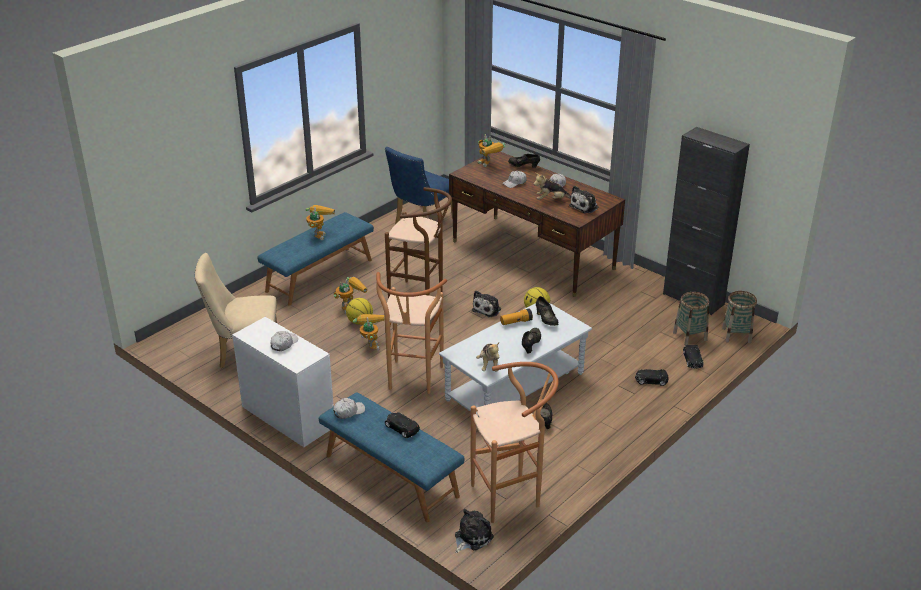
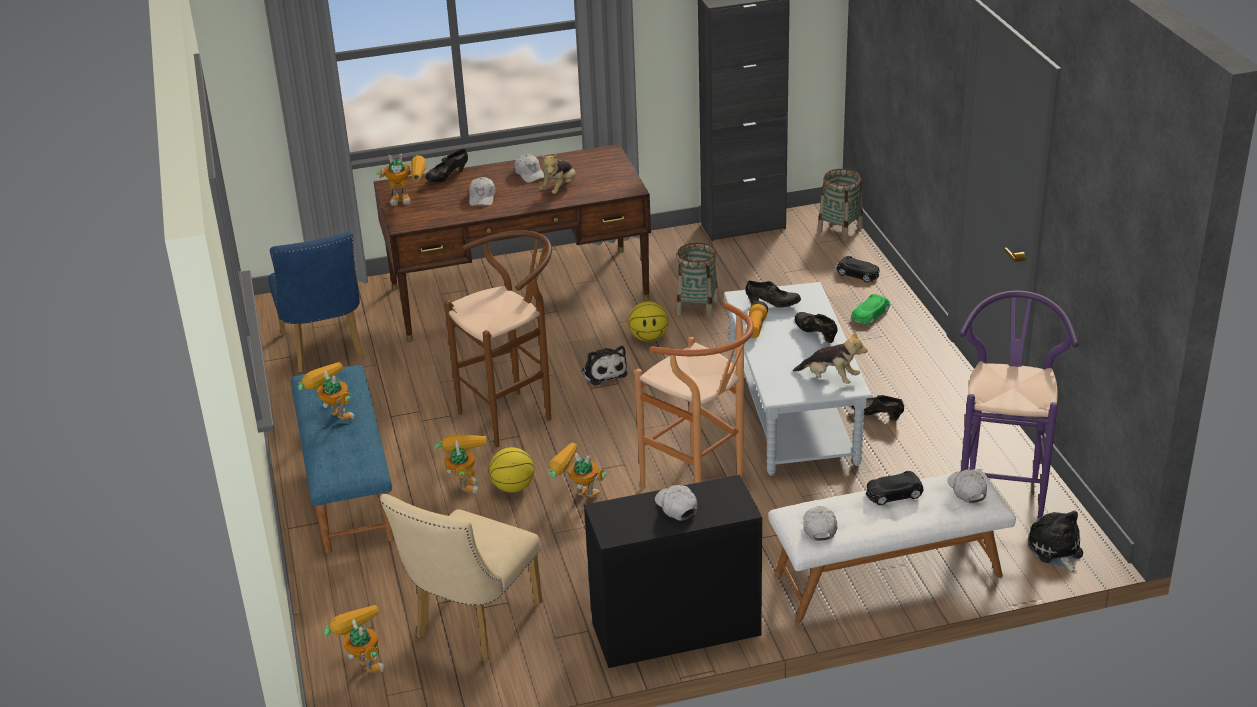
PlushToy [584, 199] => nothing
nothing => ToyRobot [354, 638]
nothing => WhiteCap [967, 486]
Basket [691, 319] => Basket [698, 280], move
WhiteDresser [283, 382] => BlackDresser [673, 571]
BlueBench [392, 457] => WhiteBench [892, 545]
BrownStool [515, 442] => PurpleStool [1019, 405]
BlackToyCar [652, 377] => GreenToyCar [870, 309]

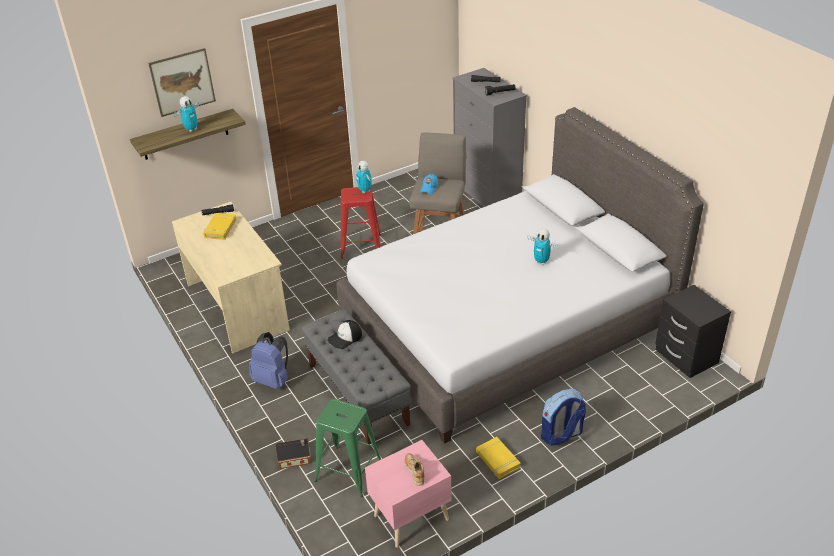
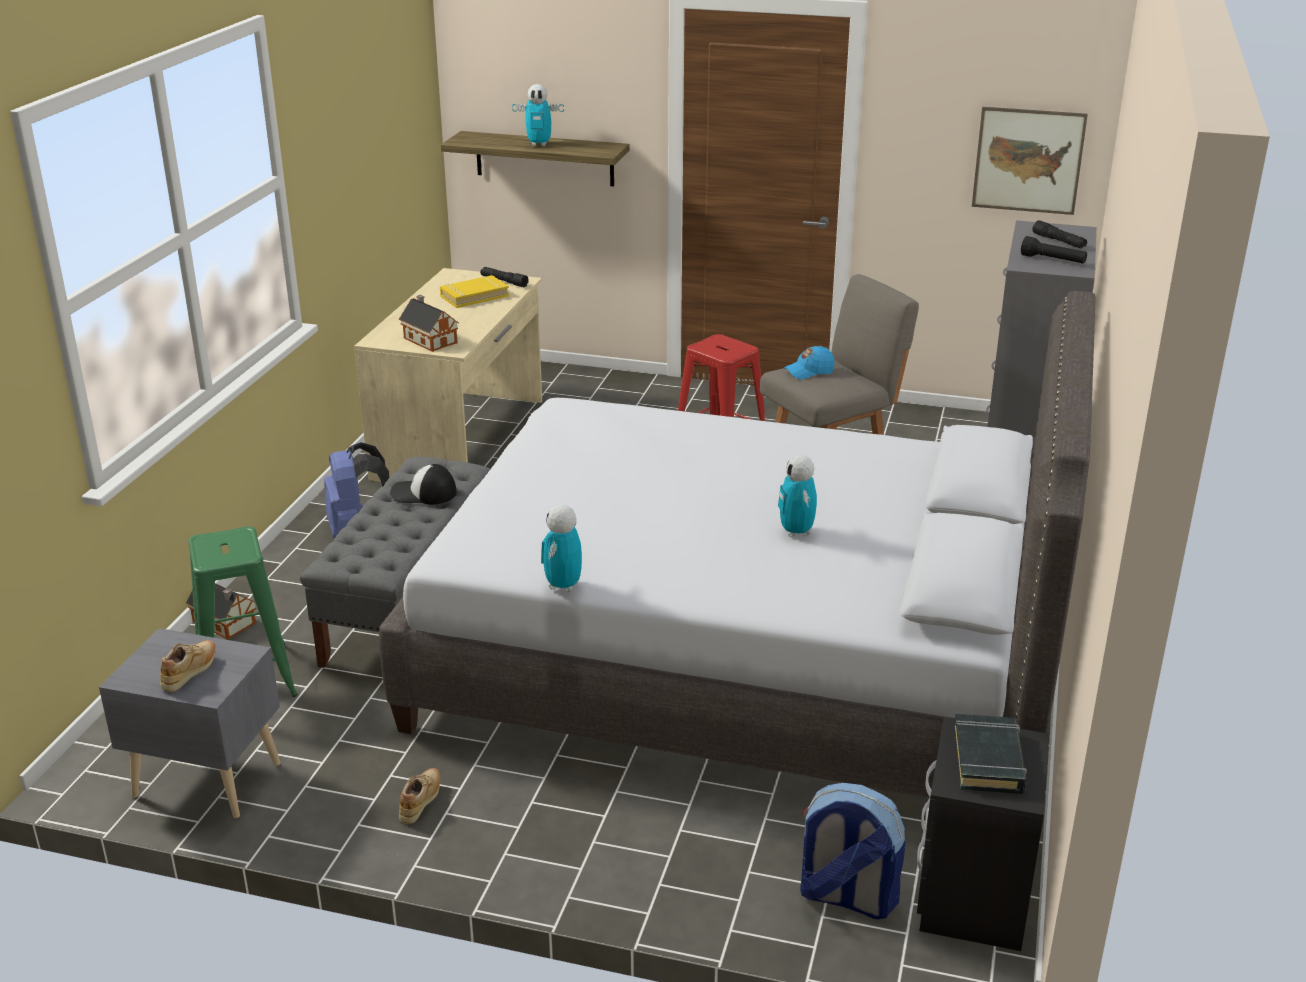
nothing => ToyHouse [428, 323]
nothing => BlackBook [990, 754]
Picture [182, 82] => Picture [1030, 161], move
ToyRobot [364, 177] => ToyRobot [561, 548], move
Backpack [563, 417] => Backpack [852, 851], move
YellowBook [498, 458] => BeigeShoe [419, 796]
PinkNightstand [408, 494] => GreyNightstand [190, 723]

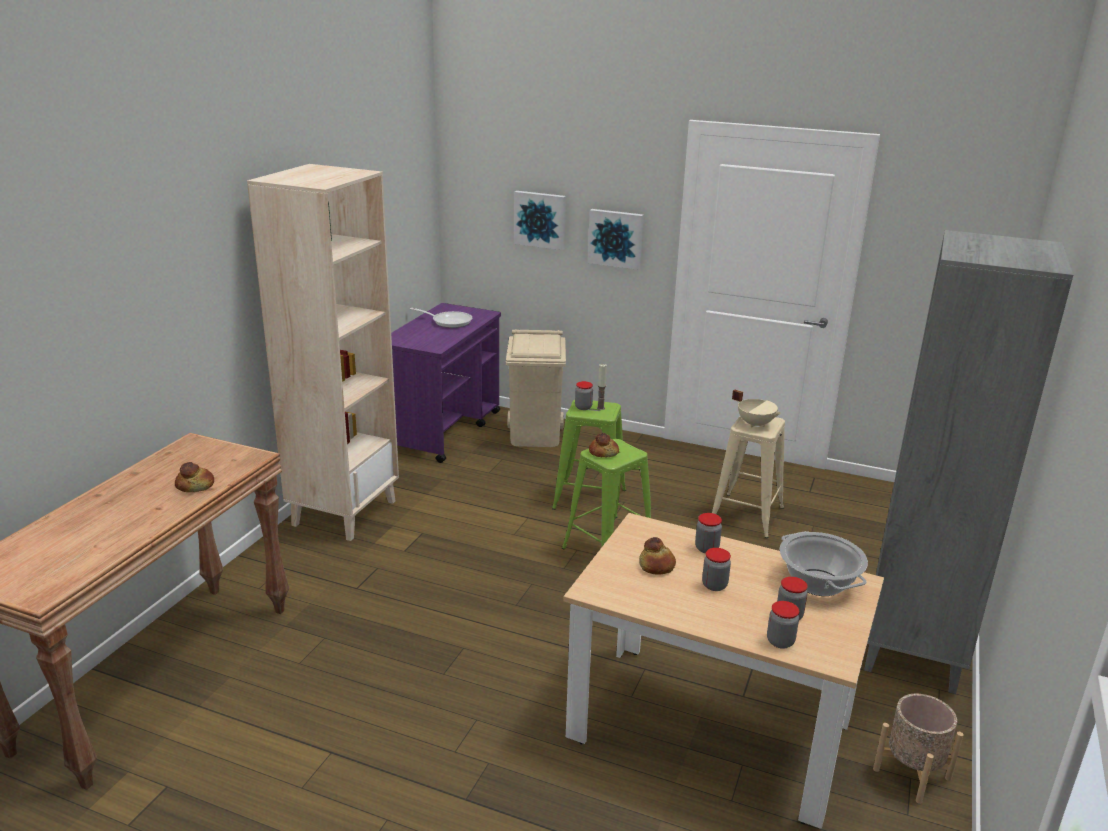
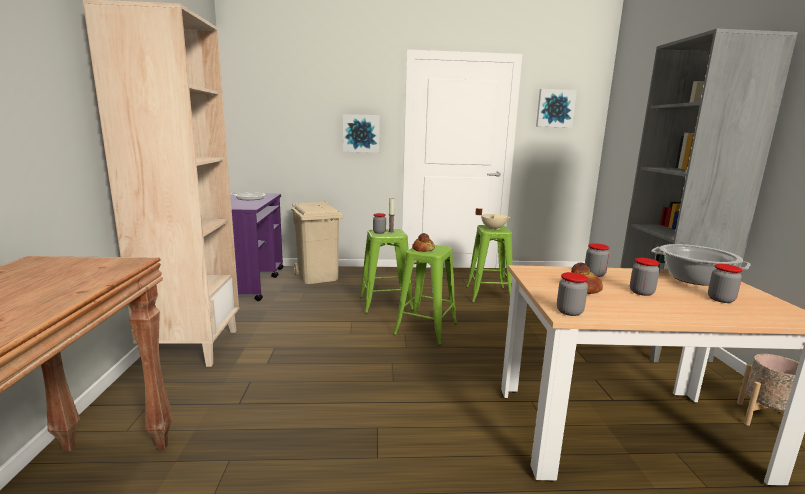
Bread [194, 477] => nothing
Picture [540, 220] => Picture [556, 108], move
Jar [783, 625] => Jar [572, 294], move
BeigeStool [748, 477] => GreenStool [489, 264]

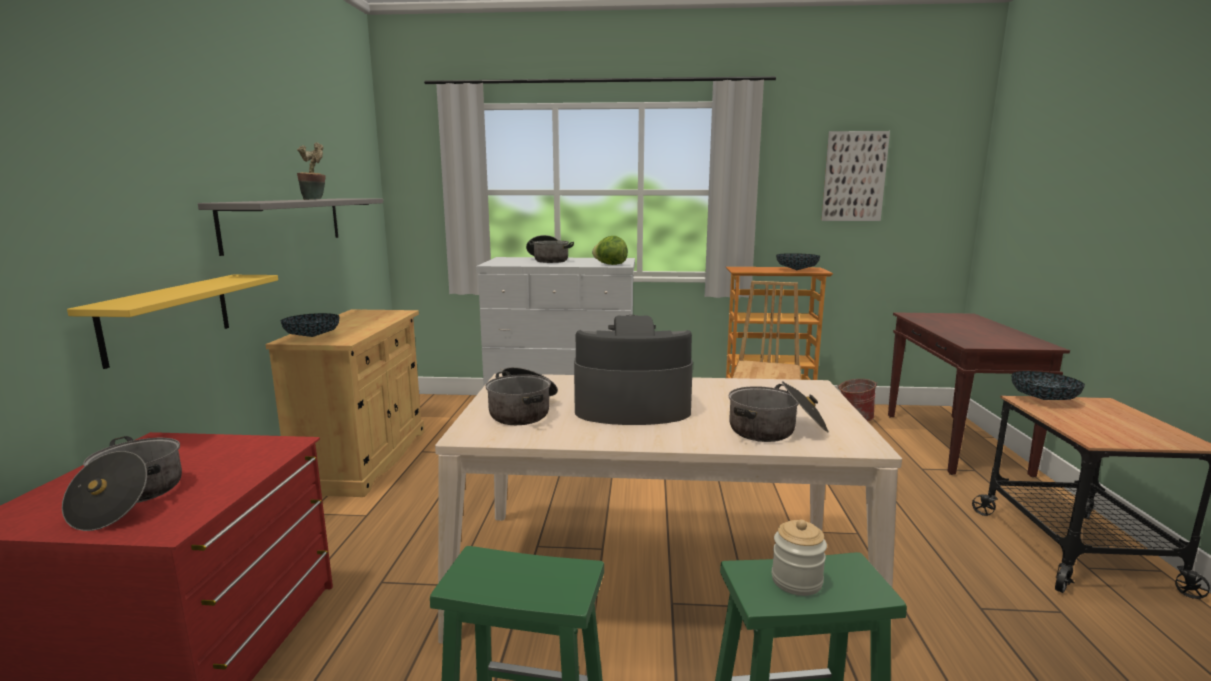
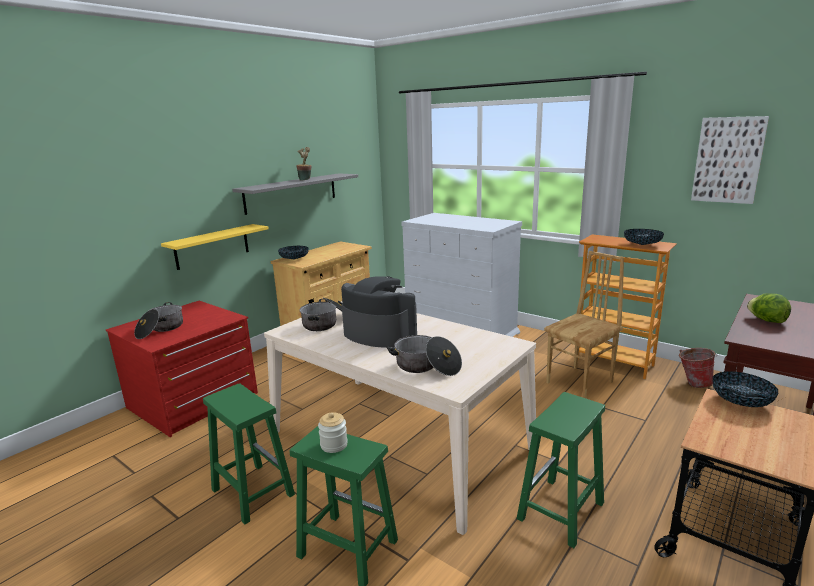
CookingPot [550, 249] => nothing
nothing => GreenStool [561, 470]
Lettuce [610, 250] => Lettuce [769, 308], move

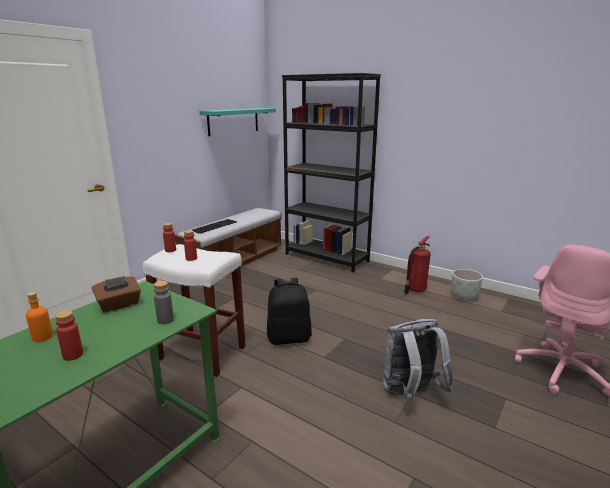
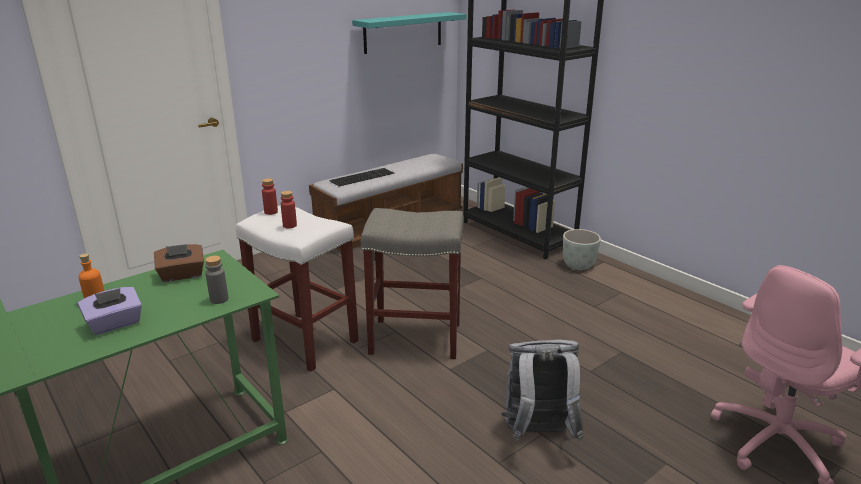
FireExtinguisher [417, 265] => nothing
GreyPlanter [467, 285] => GreyPlanter [582, 249], move
RedBottle [69, 335] => PurpleTissueBox [110, 311]
BlackBackpack [289, 311] => GreyStool [412, 283]

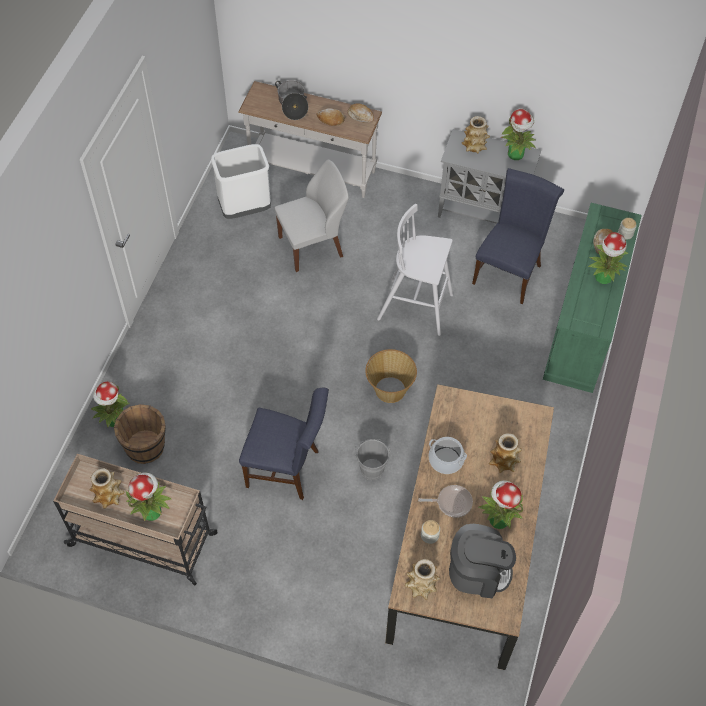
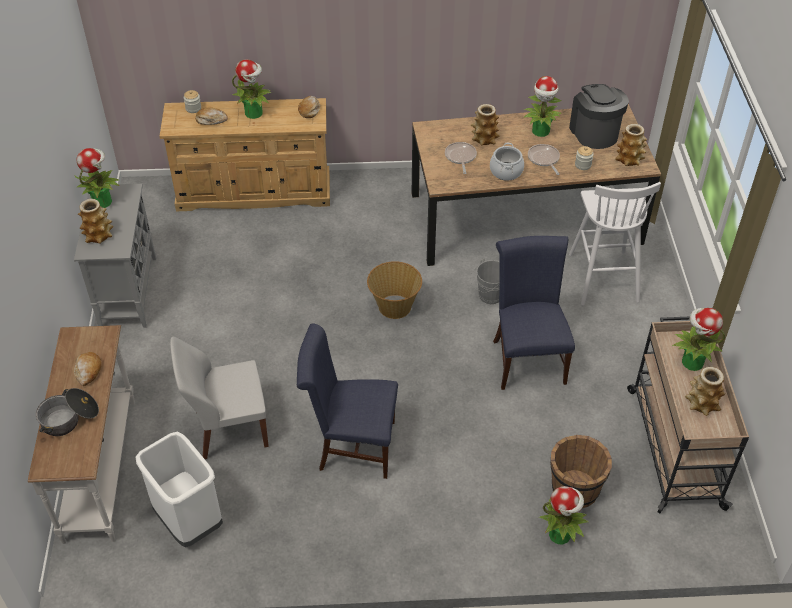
nothing => FryingPan [461, 158]
Bread [361, 113] => Bread [309, 107], move
WhiteStool [415, 270] => WhiteStool [615, 243], move
BlueChair [518, 236] => BlueChair [347, 401], move
GreenDresser [592, 298] => BeigeDresser [244, 154]
WhiteChair [312, 216] => WhiteChair [219, 398], 60 degrees counterclockwise

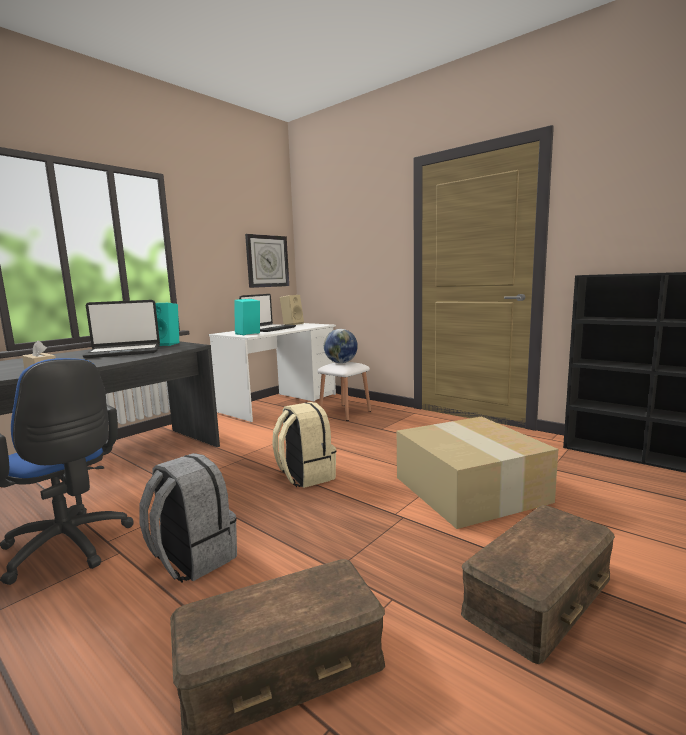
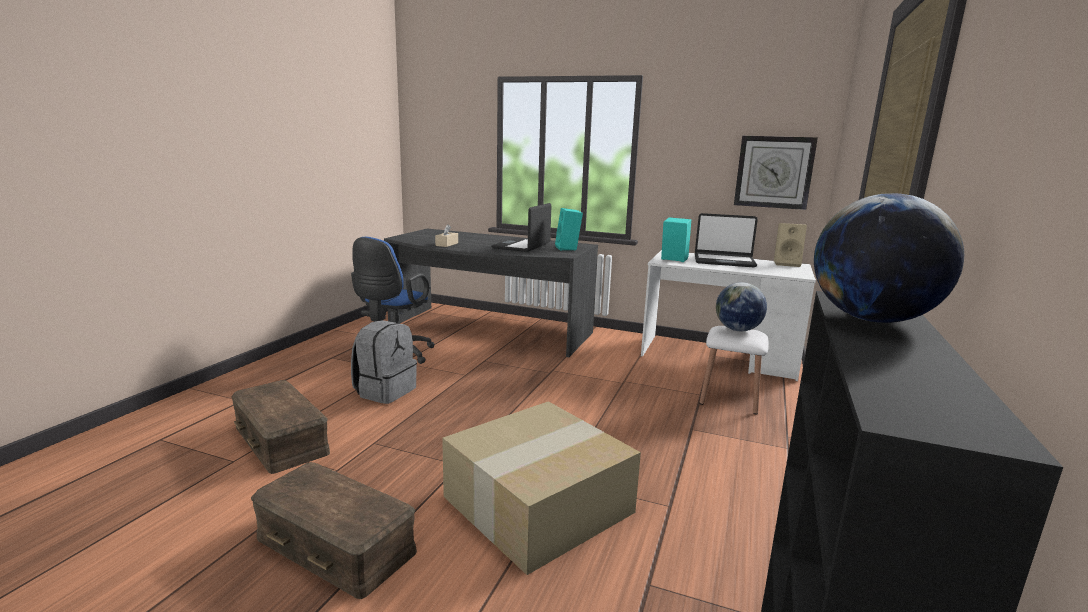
BeigeBackpack [304, 445] => nothing
nothing => Globe [889, 258]
Laptop [121, 329] => Laptop [521, 227], 60 degrees clockwise

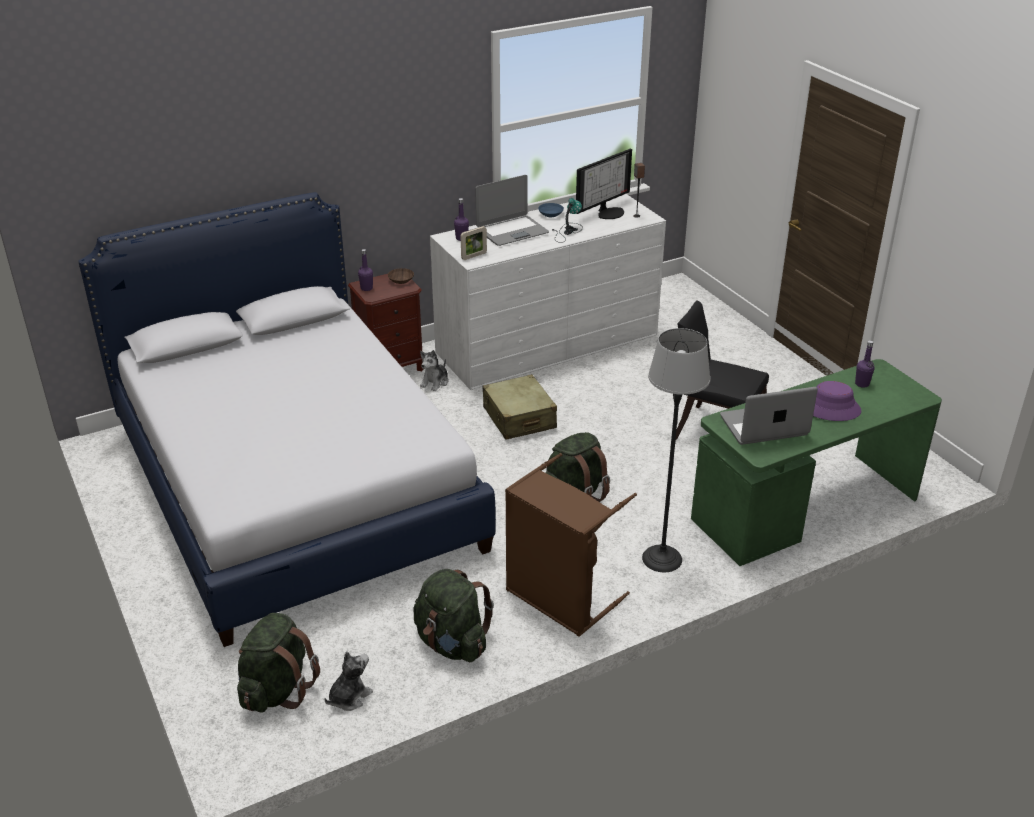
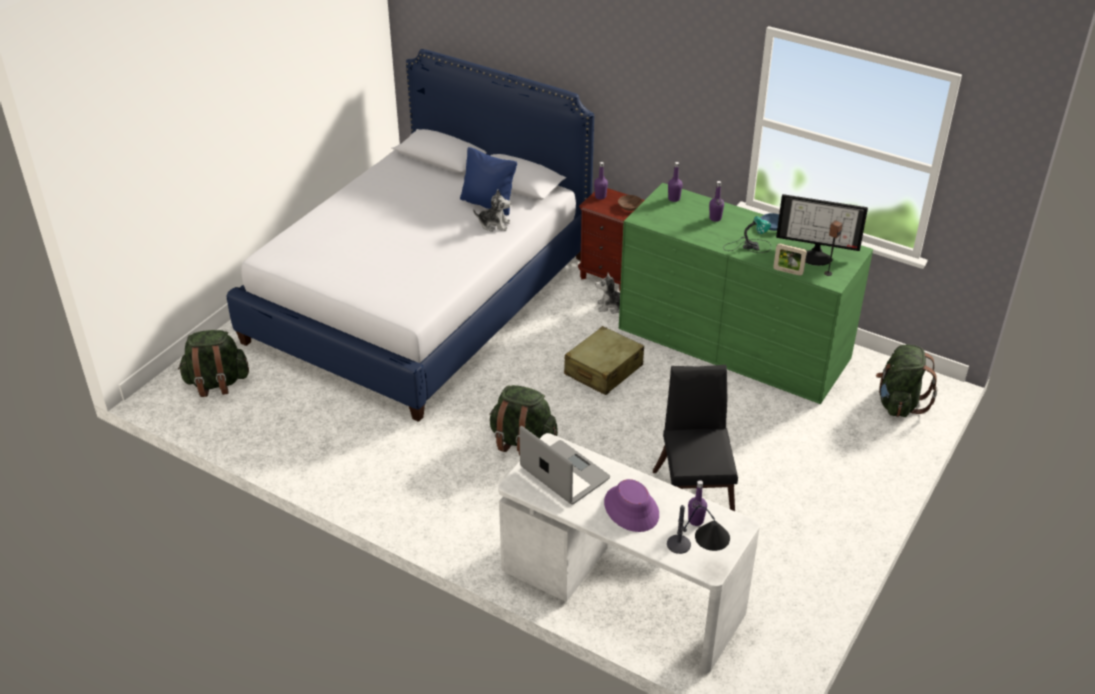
BrownLaundryBasket [571, 545] => nothing
FloorLamp [676, 450] => nothing
nothing => BluePillow [488, 181]
nothing => TableLamp [698, 529]
PlushToy [348, 681] => PlushToy [492, 211], move
GreenBackpack [453, 615] => GreenBackpack [906, 381], move
PictureFrame [474, 243] => PictureFrame [790, 259], move
Laptop [512, 210] => PurpleBottle [716, 201]
WhiteDresser [548, 292] => GreenDresser [746, 293]
GreenDesk [816, 462] => WhiteDesk [629, 553]

